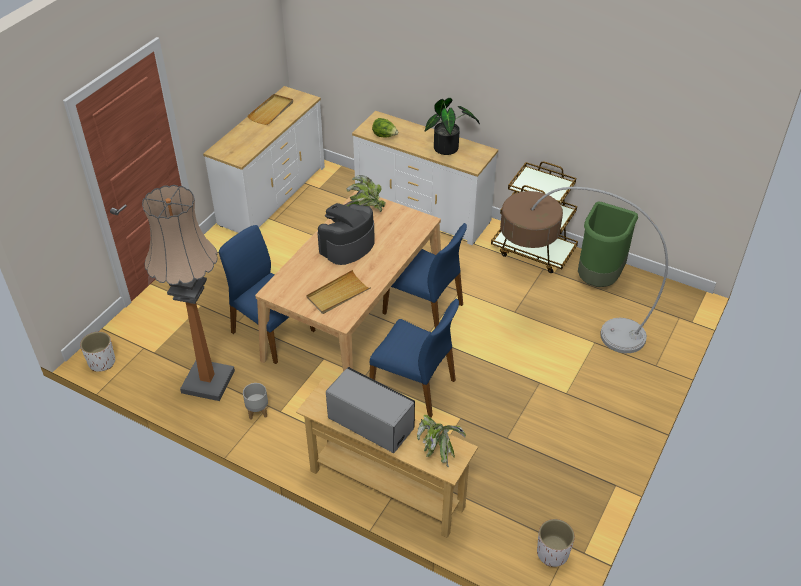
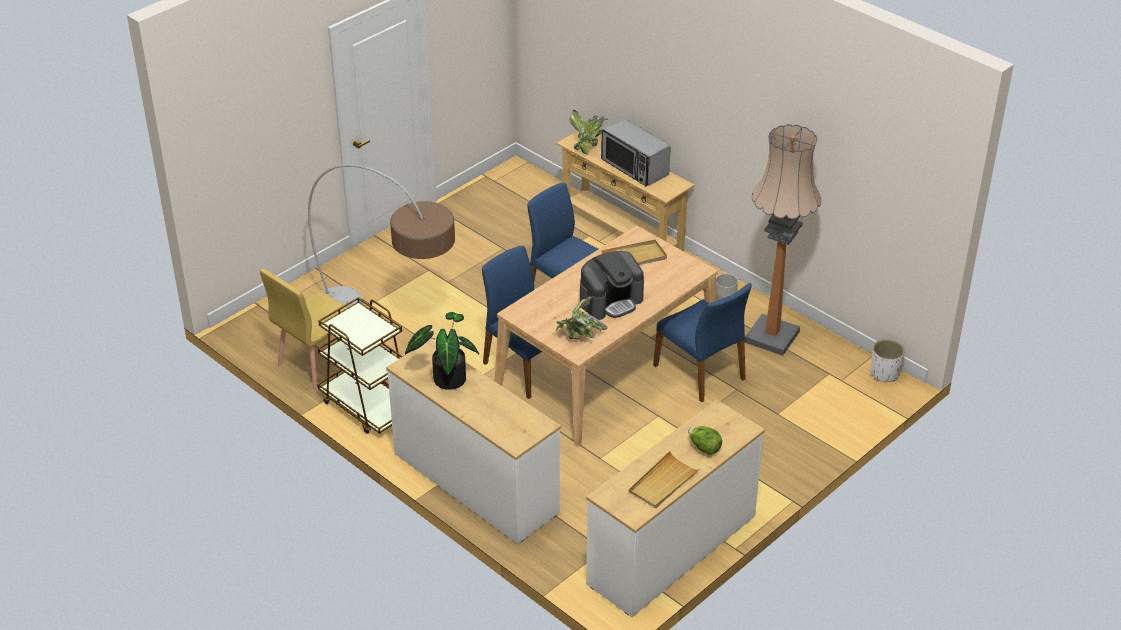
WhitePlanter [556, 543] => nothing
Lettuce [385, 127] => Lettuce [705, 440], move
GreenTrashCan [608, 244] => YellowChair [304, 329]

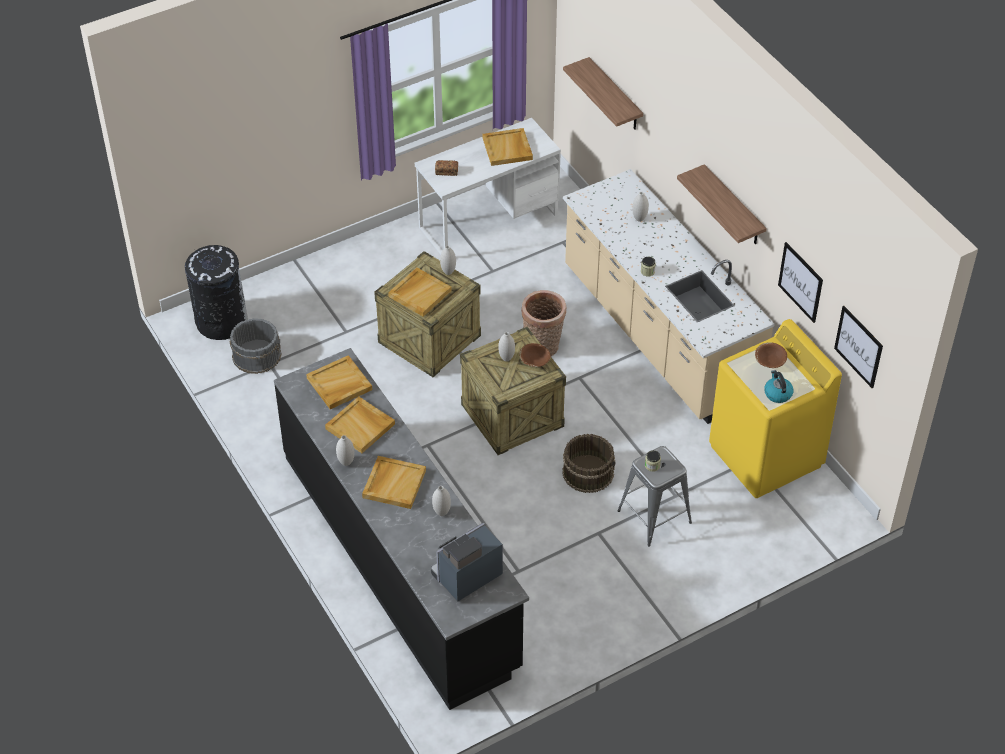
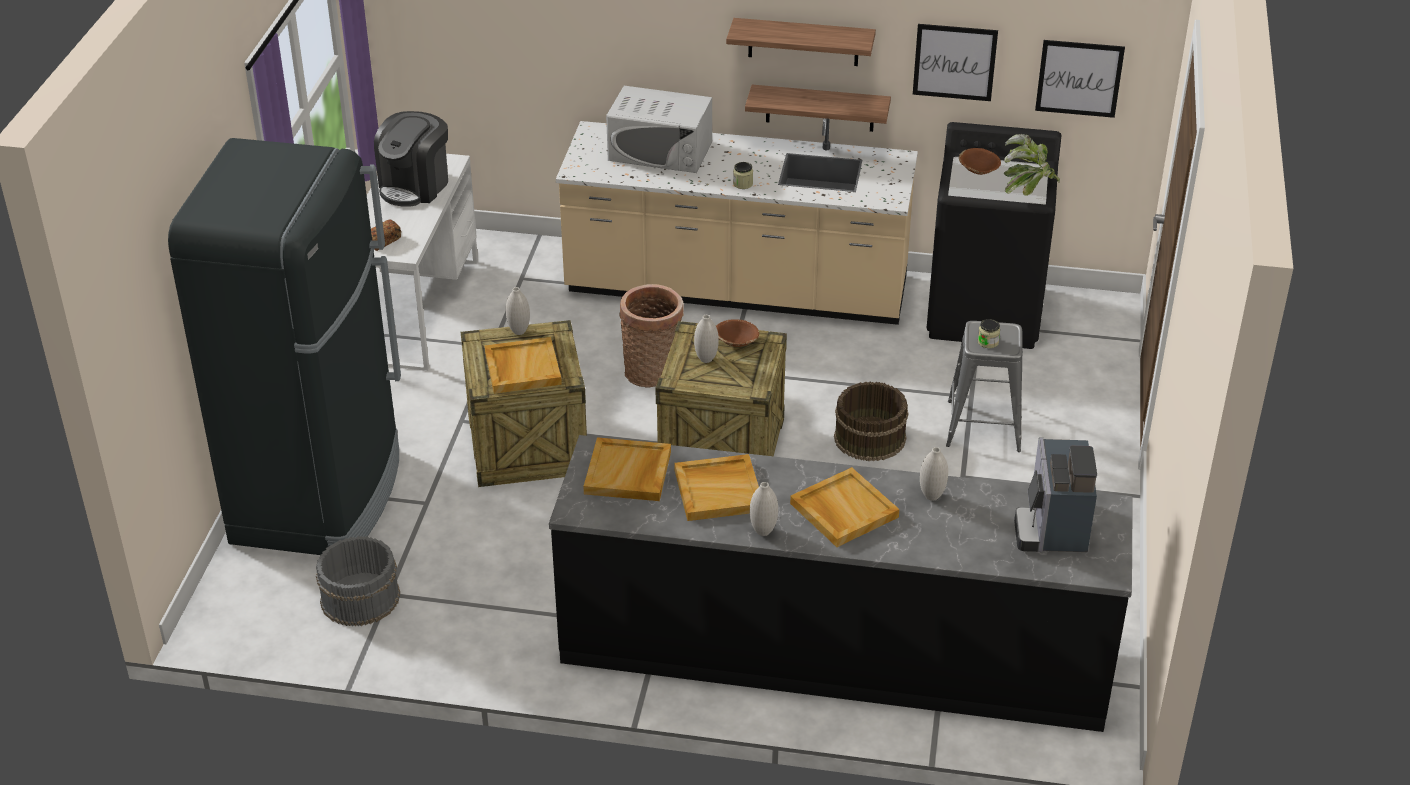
BlackTrashCan [216, 292] => nothing
nothing => BlackFridge [284, 346]
Shelf [603, 93] => Shelf [818, 108], move
BeigeTray [508, 147] => CoffeeMachine [411, 159]
WhiteVase [640, 207] => WhiteMicrowave [659, 129]
Kettle [778, 386] => PottedPlant [1031, 165]
YellowWashingMachine [775, 408] => BlackWashingMachine [994, 235]

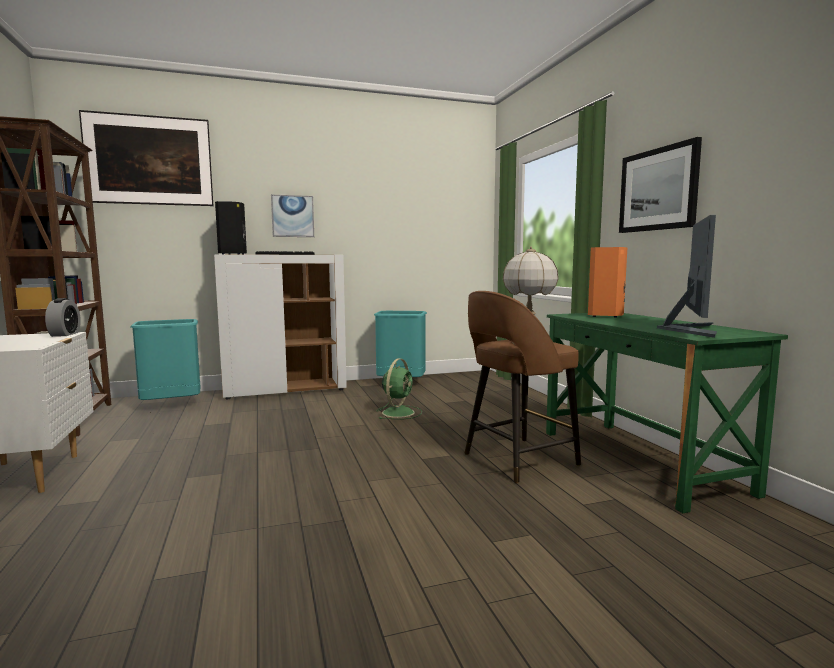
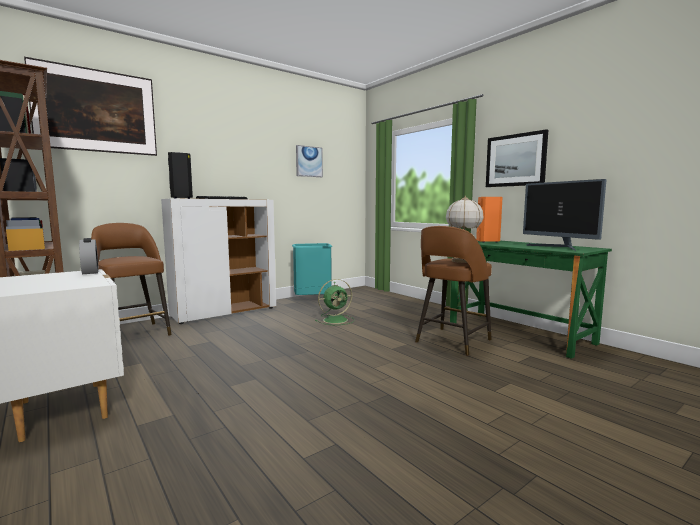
Picture [292, 215] => Picture [309, 161], move
TurquoiseTrashCan [165, 359] => BrownStool [131, 279]
GreenFan [399, 388] => GreenFan [334, 302], 60 degrees clockwise
Monitor [687, 276] => Monitor [565, 215], 150 degrees clockwise

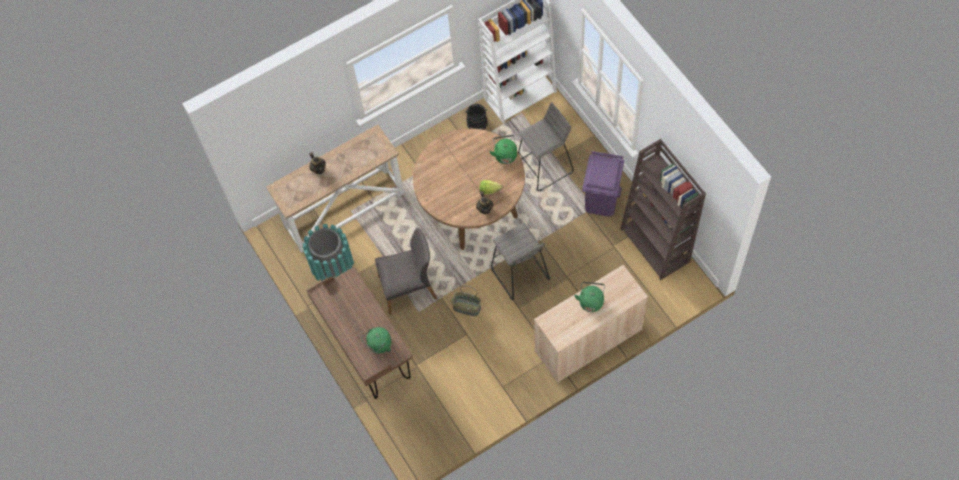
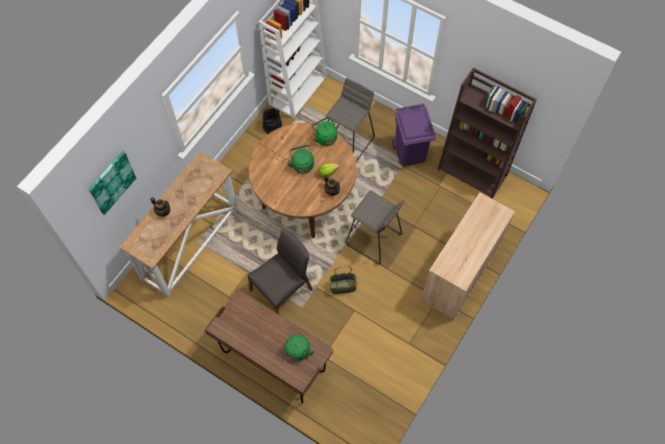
TurquoiseTrashCan [328, 252] => nothing
nothing => Picture [112, 183]
GreenKettle [589, 297] => GreenKettle [300, 159], move

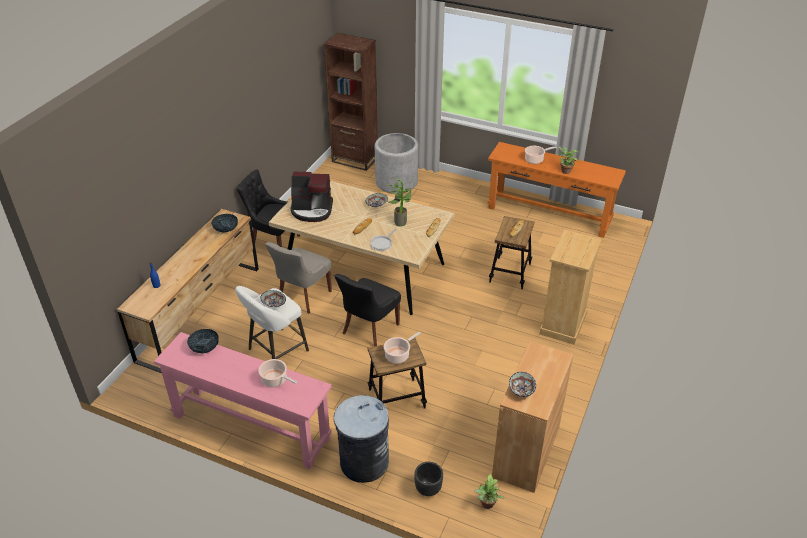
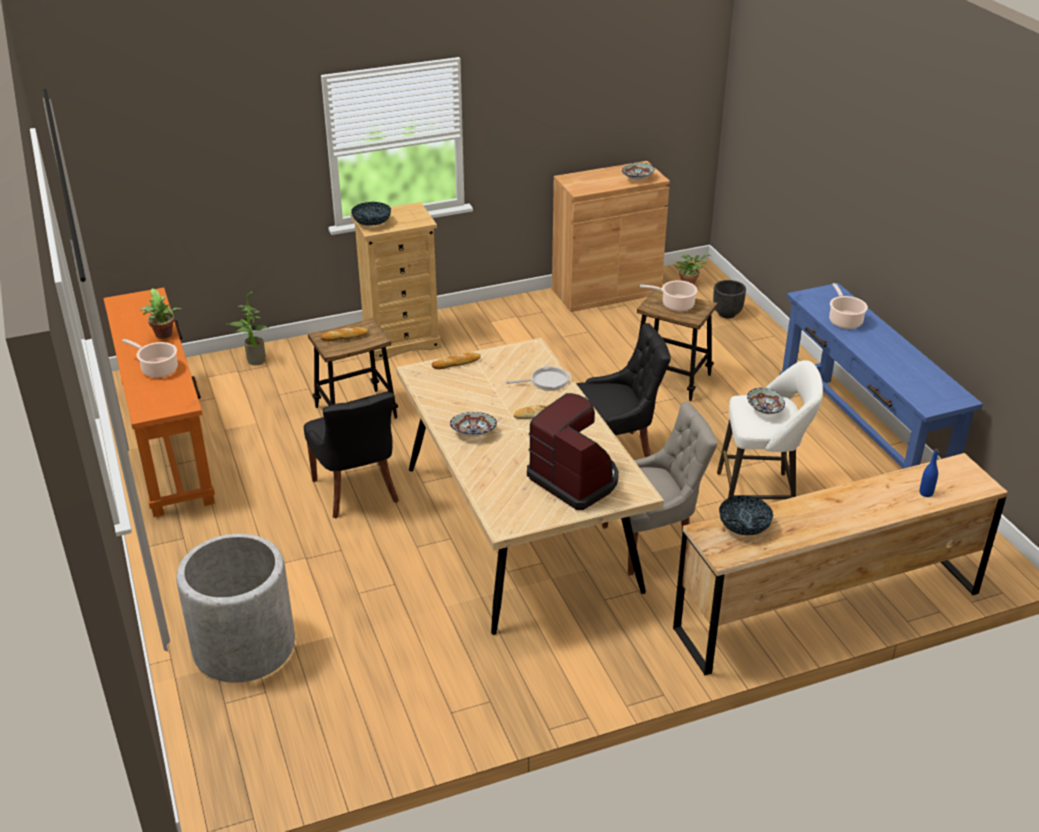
BrownBookcase [351, 102] => nothing
GreyTrashCan [361, 439] => nothing
Bowl [203, 341] => Bowl [371, 214], move
BlackChair [268, 208] => BlackChair [351, 455], move
PottedPlant [399, 202] => PottedPlant [249, 328], move
PinkConsoleTable [243, 400] => BlueConsoleTable [881, 376]

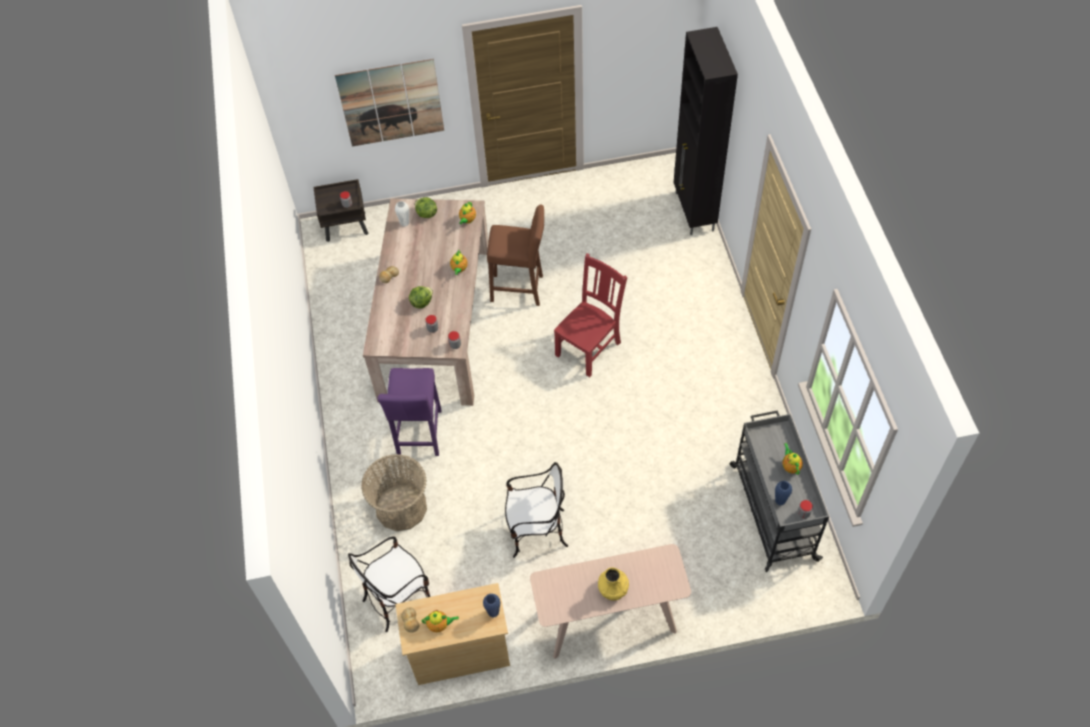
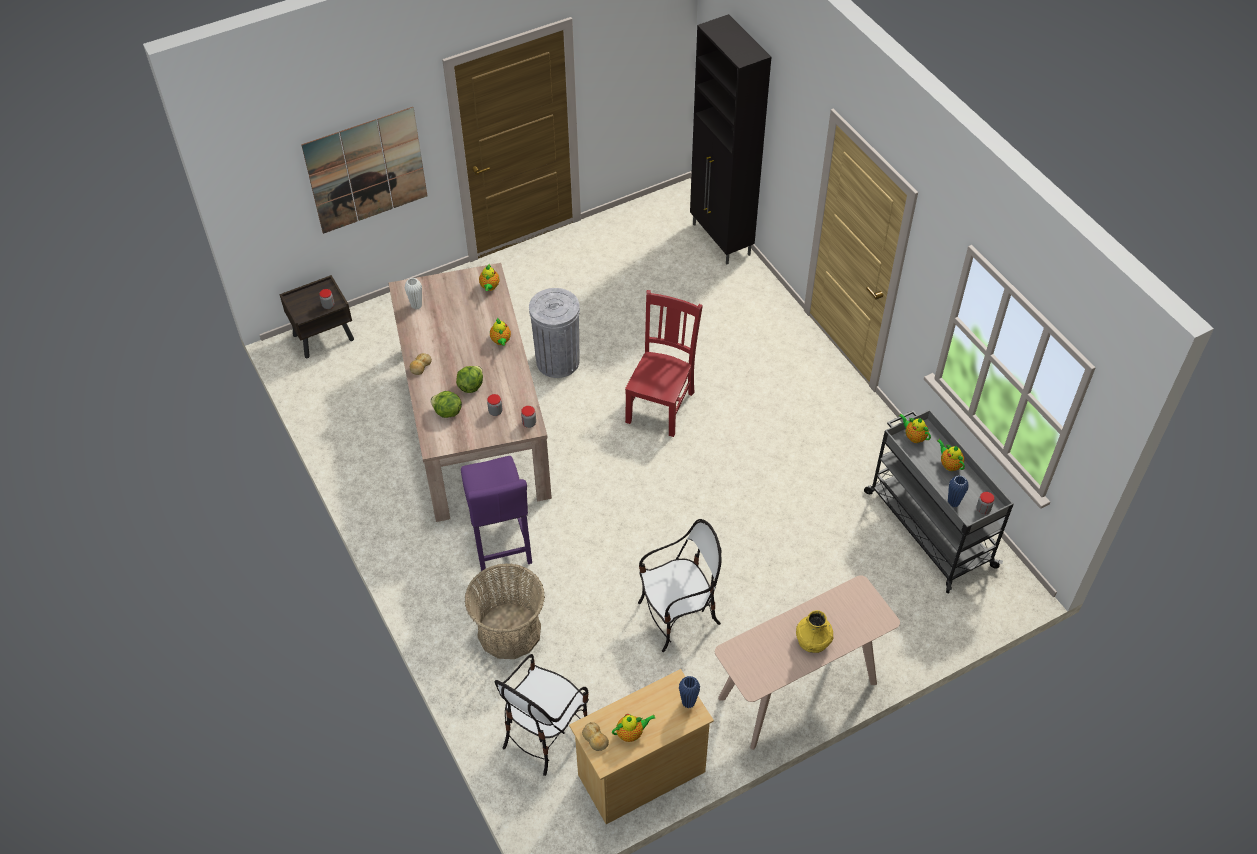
nothing => Teapot [915, 428]
Lettuce [426, 207] => Lettuce [446, 404], move
BrownStool [515, 255] => GreyTrashCan [554, 333]

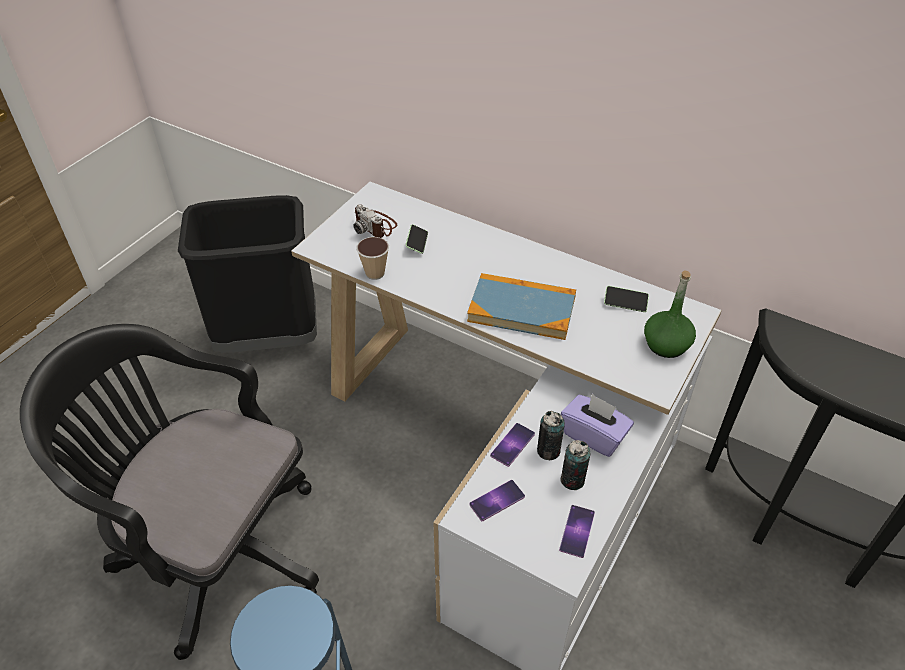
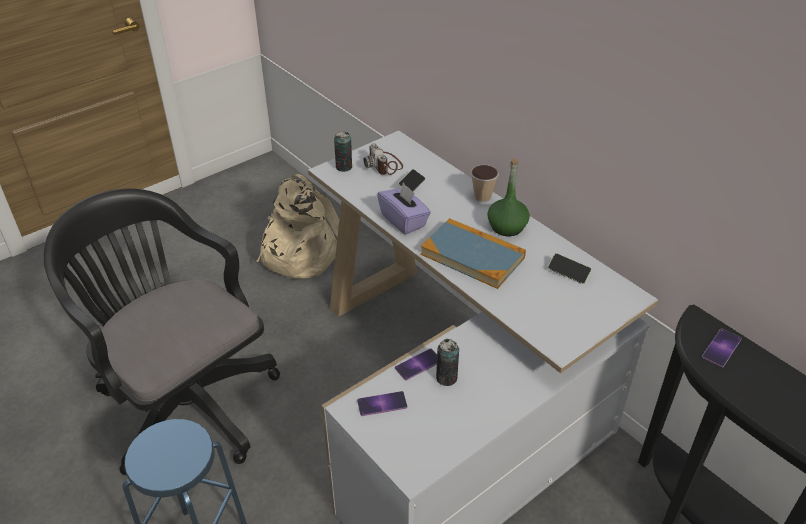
Cup [372, 258] => Cup [485, 183], move
Phone [577, 531] => Phone [722, 347], move
Can [575, 465] => Can [343, 151], move
PurpleTissueBox [597, 425] => PurpleTissueBox [404, 209], move
GreenBottle [670, 314] => GreenBottle [508, 197], move
BlackTrashCan [247, 274] => BeigeBackpack [297, 226]

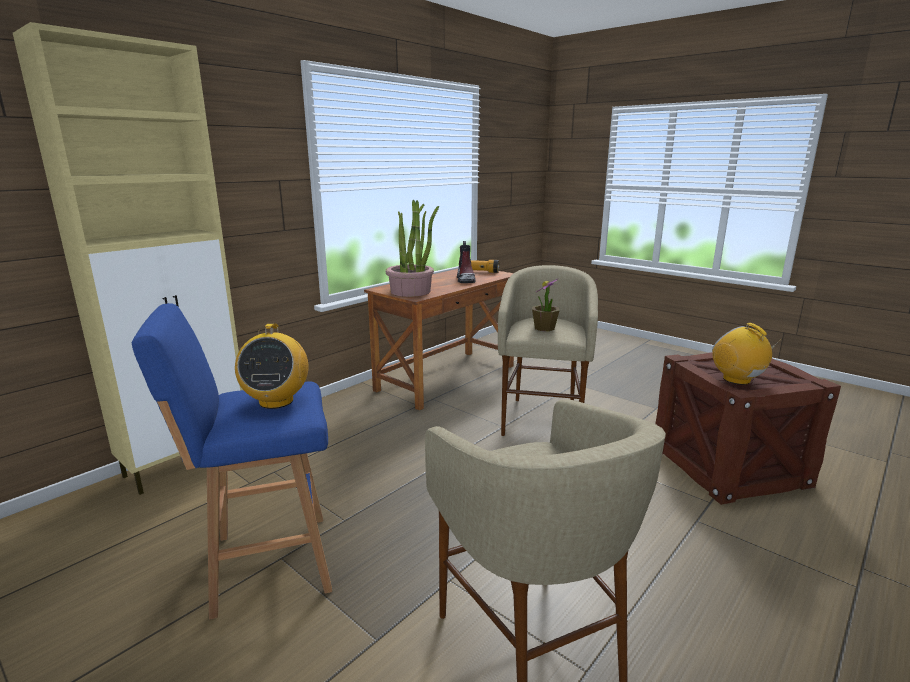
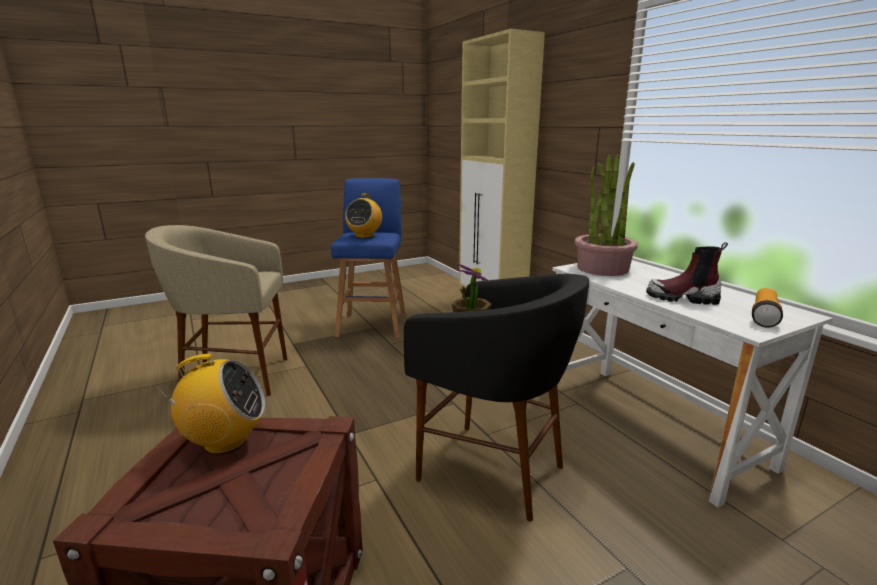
BrownDesk [439, 339] => WhiteDesk [690, 384]
BeigeStool [548, 350] => BlackStool [496, 398]
Radio [272, 366] => Radio [363, 216], 90 degrees counterclockwise

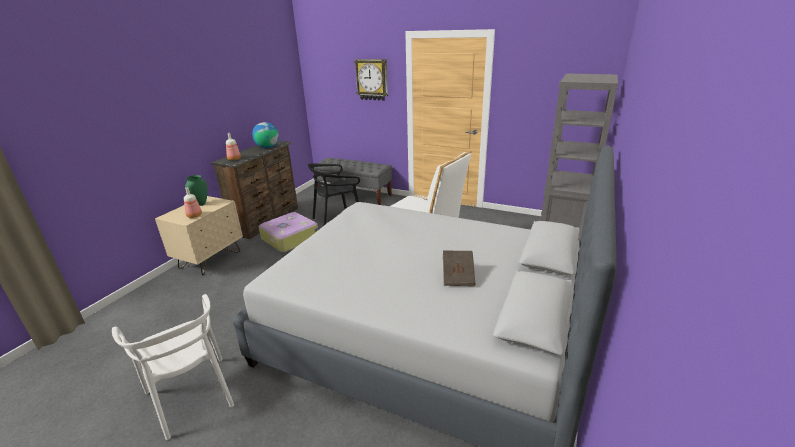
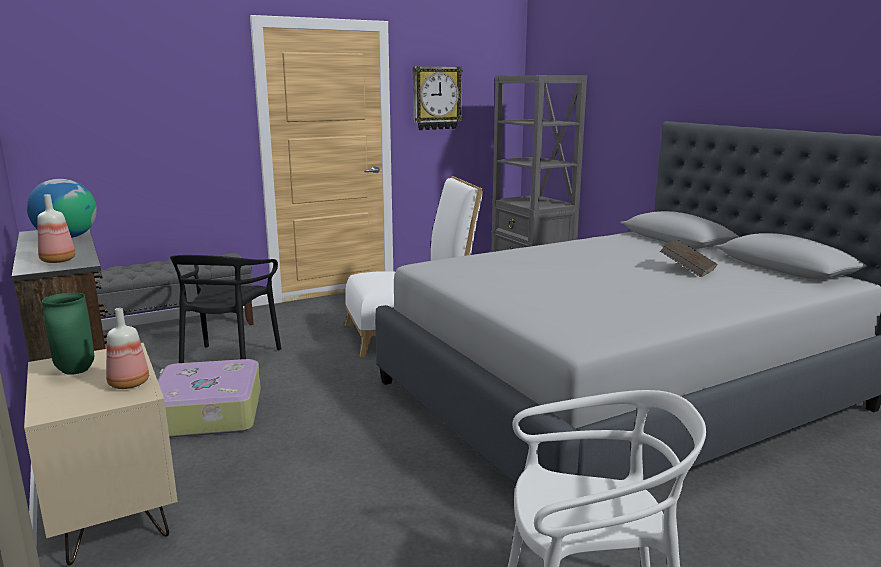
WallClock [371, 80] => WallClock [438, 98], move

